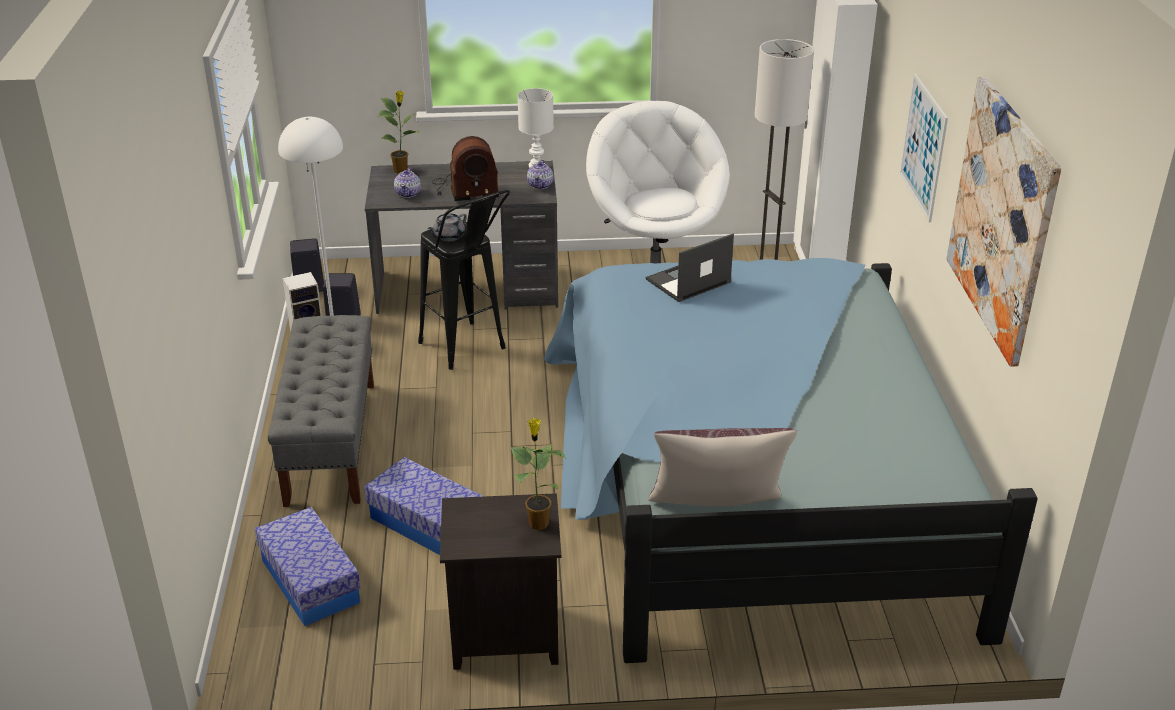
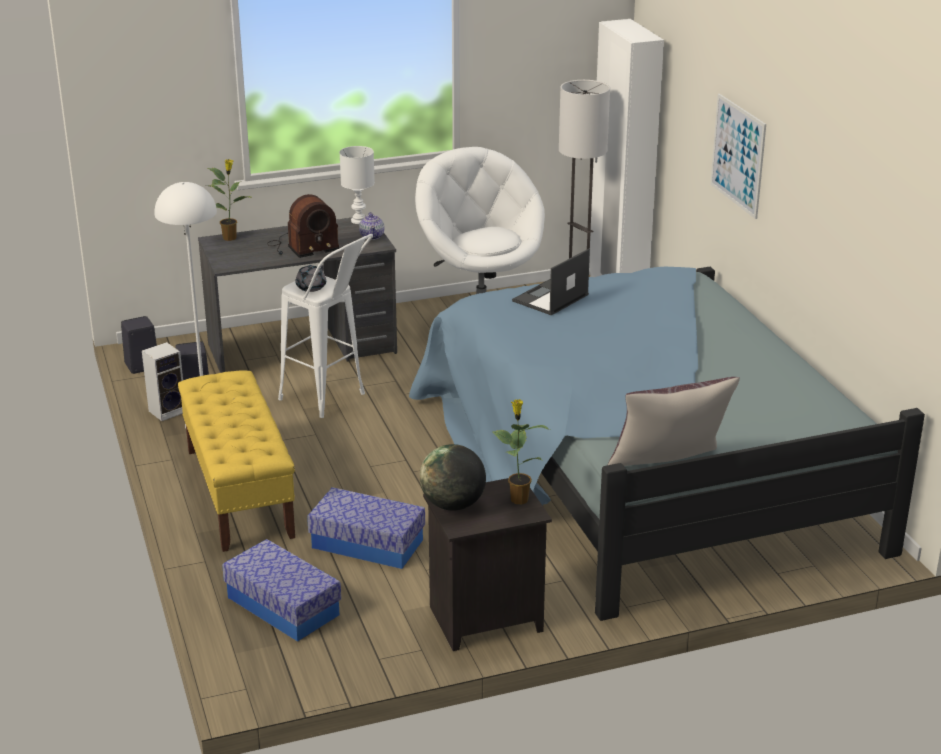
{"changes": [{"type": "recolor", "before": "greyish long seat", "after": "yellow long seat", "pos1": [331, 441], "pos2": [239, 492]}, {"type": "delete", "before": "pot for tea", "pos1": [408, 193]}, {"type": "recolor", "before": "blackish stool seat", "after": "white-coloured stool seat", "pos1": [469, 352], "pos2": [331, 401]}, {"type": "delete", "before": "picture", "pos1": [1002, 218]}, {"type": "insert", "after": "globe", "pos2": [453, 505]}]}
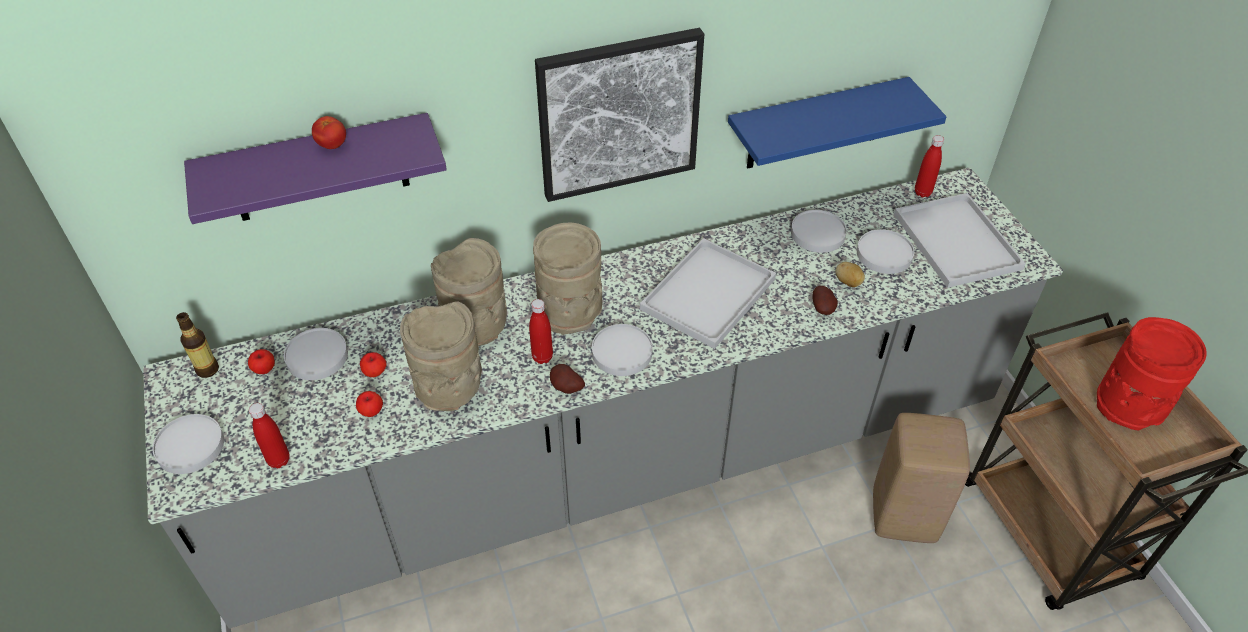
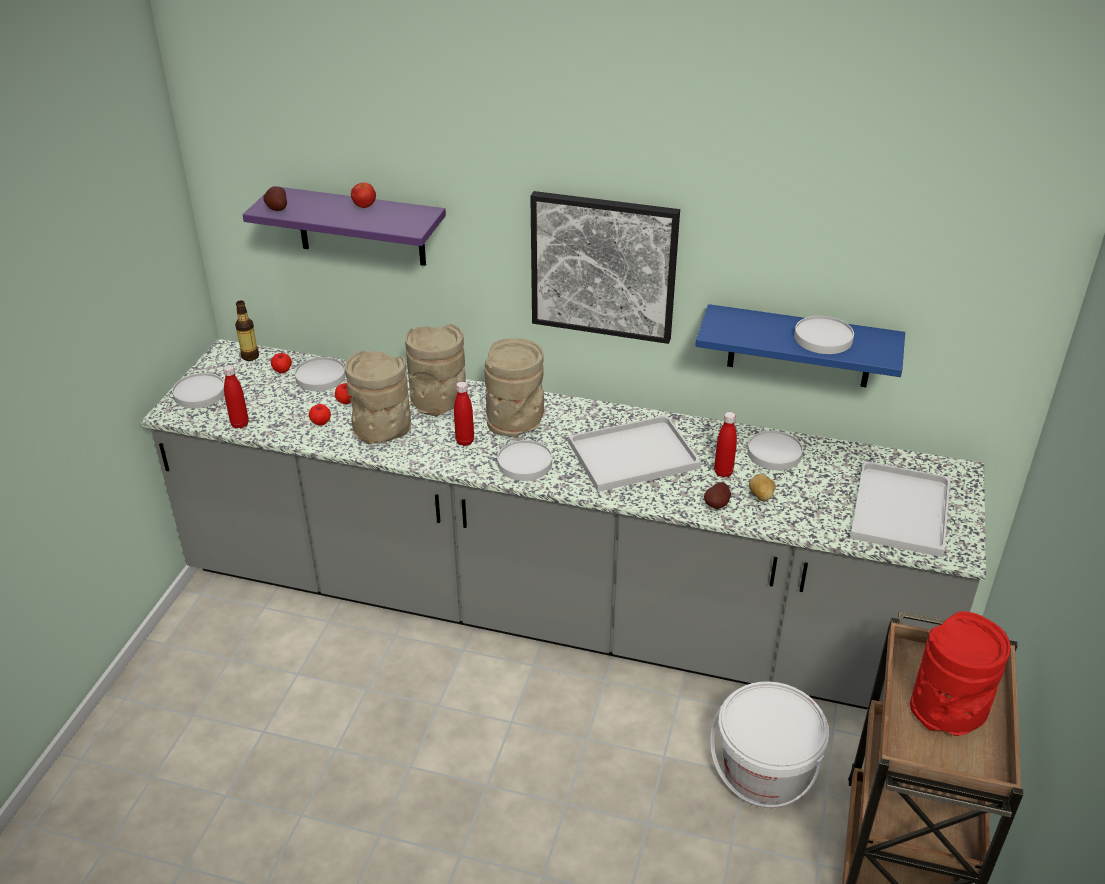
{"changes": [{"type": "move", "before": "potato", "pos1": [565, 388], "pos2": [276, 209]}, {"type": "move", "before": "white-coloured dinner plate", "pos1": [884, 254], "pos2": [823, 338]}, {"type": "replace", "before": "sand-coloured stool seat", "after": "white-coloured pail", "pos1": [905, 515], "pos2": [764, 775]}, {"type": "move", "before": "reddish beverage bottle", "pos1": [922, 192], "pos2": [723, 472]}]}
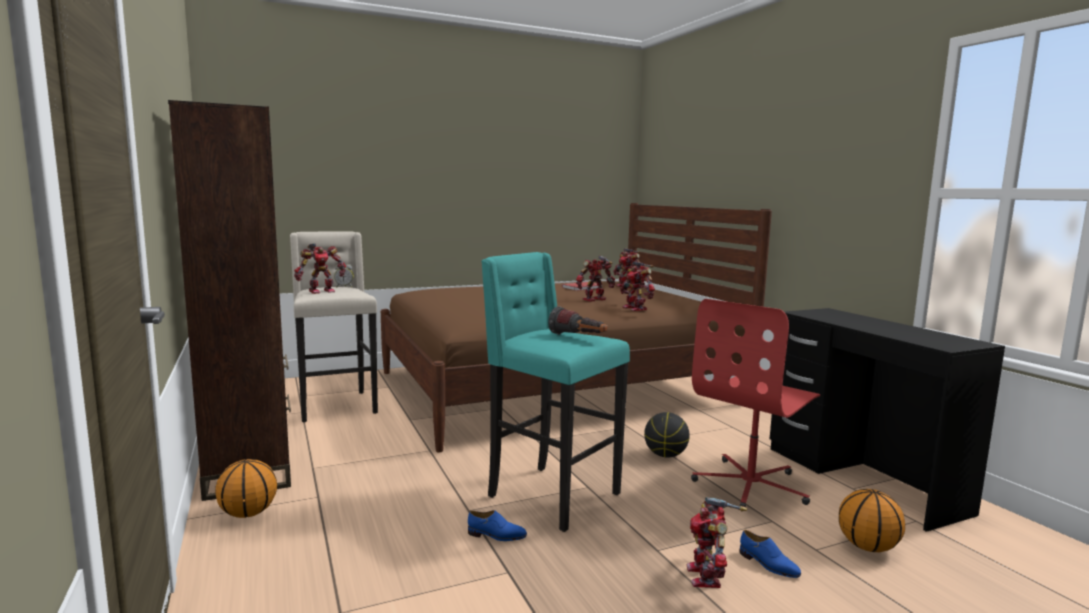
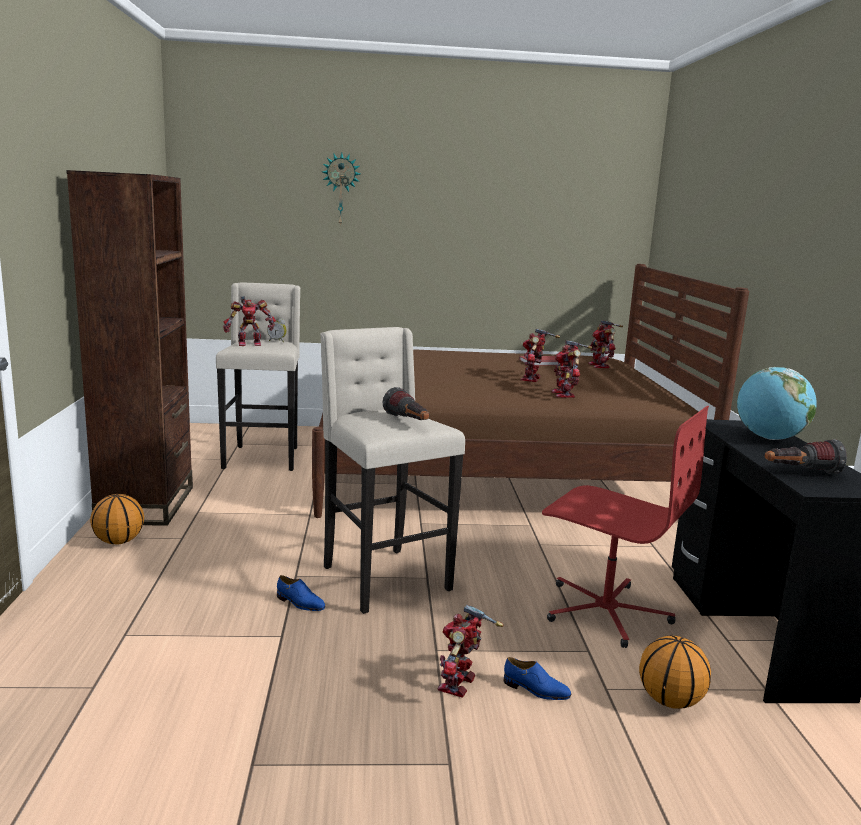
{"changes": [{"type": "recolor", "before": "blue-green stool seat", "after": "sand-coloured stool seat", "pos1": [550, 495], "pos2": [382, 578]}, {"type": "rotate", "before": "robot figure", "pos1": [595, 300], "pos2": [532, 379], "turn": -60}, {"type": "delete", "before": "basketball ball", "pos1": [665, 455]}, {"type": "rotate", "before": "reddish computer chair", "pos1": [751, 485], "pos2": [605, 611], "turn": -120}, {"type": "rotate", "before": "blue-coloured shoe", "pos1": [768, 565], "pos2": [536, 690], "turn": -45}, {"type": "insert", "after": "clock on the wall", "pos2": [341, 189]}, {"type": "insert", "after": "globe", "pos2": [769, 438]}, {"type": "insert", "after": "torch", "pos2": [799, 473]}]}
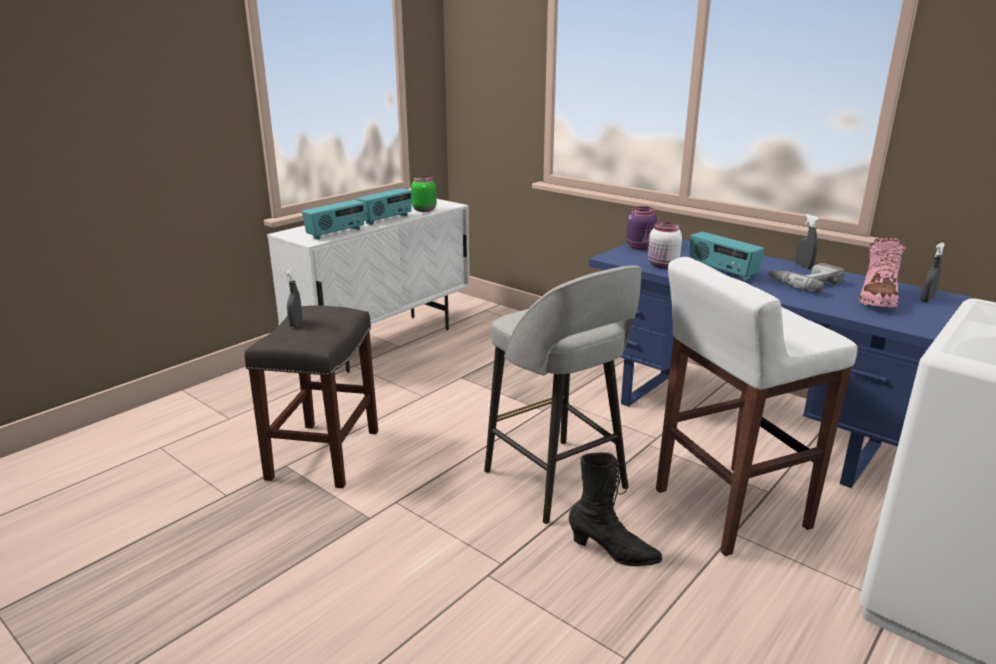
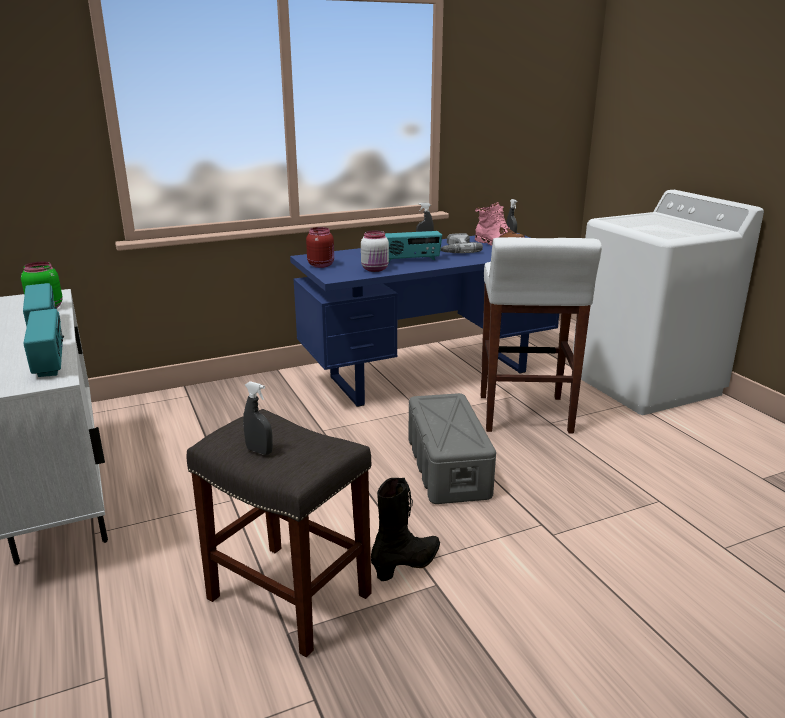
{"changes": [{"type": "replace", "before": "greyish stool seat", "after": "greyish storage container", "pos1": [557, 482], "pos2": [448, 468]}, {"type": "move", "before": "blackish tall boot", "pos1": [613, 552], "pos2": [408, 565]}, {"type": "recolor", "before": "purplish preserve jar", "after": "reddish preserve jar", "pos1": [641, 247], "pos2": [321, 265]}]}
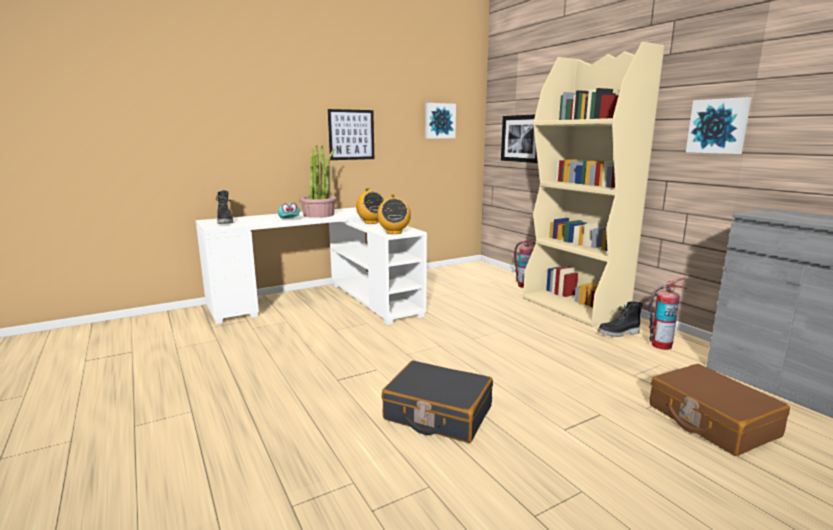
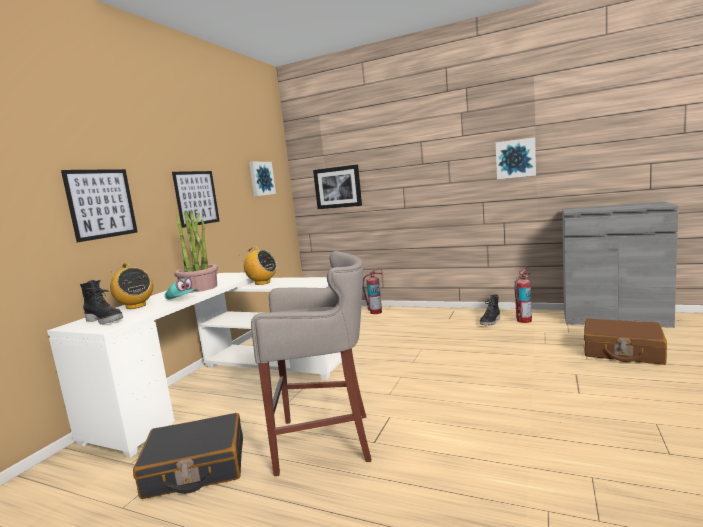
{"changes": [{"type": "move", "before": "radio set", "pos1": [394, 232], "pos2": [135, 306]}, {"type": "move", "before": "blackish suitcase", "pos1": [438, 413], "pos2": [196, 468]}, {"type": "delete", "before": "sand-coloured bookshelf", "pos1": [575, 307]}, {"type": "insert", "after": "picture", "pos2": [101, 204]}, {"type": "insert", "after": "greyish stool seat", "pos2": [327, 441]}]}
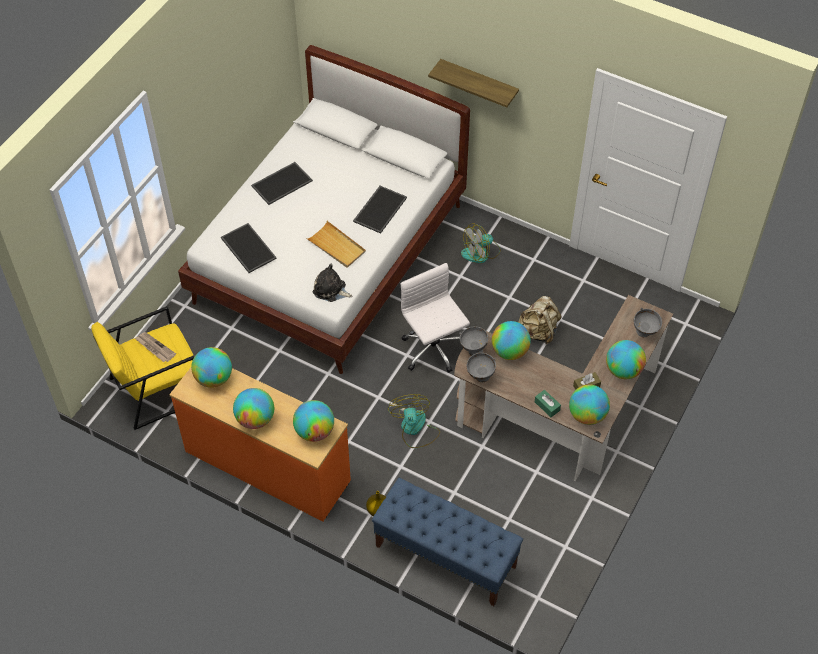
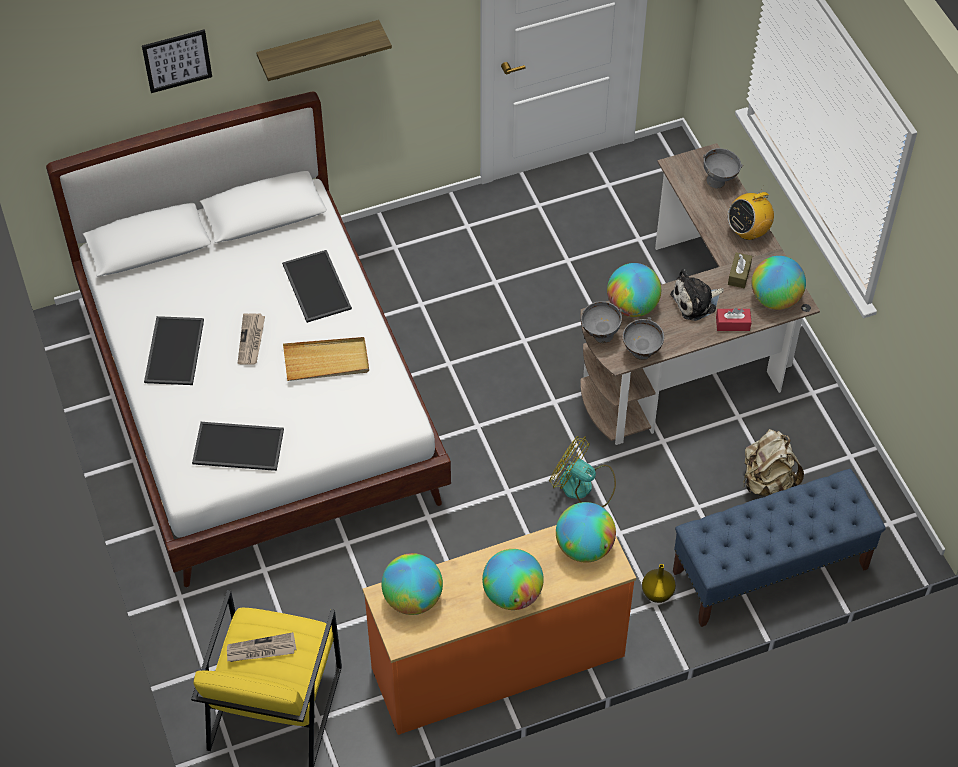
{"changes": [{"type": "move", "before": "plush toy", "pos1": [331, 290], "pos2": [696, 302]}, {"type": "delete", "before": "white-coloured computer chair", "pos1": [434, 350]}, {"type": "delete", "before": "fan", "pos1": [481, 252]}, {"type": "move", "before": "sand-coloured backpack", "pos1": [538, 331], "pos2": [767, 482]}, {"type": "recolor", "before": "green tissue box", "after": "reddish tissue box", "pos1": [547, 406], "pos2": [732, 324]}, {"type": "replace", "before": "globe", "after": "radio set", "pos1": [623, 370], "pos2": [748, 231]}, {"type": "insert", "after": "picture", "pos2": [177, 60]}, {"type": "insert", "after": "newspaper", "pos2": [251, 340]}]}
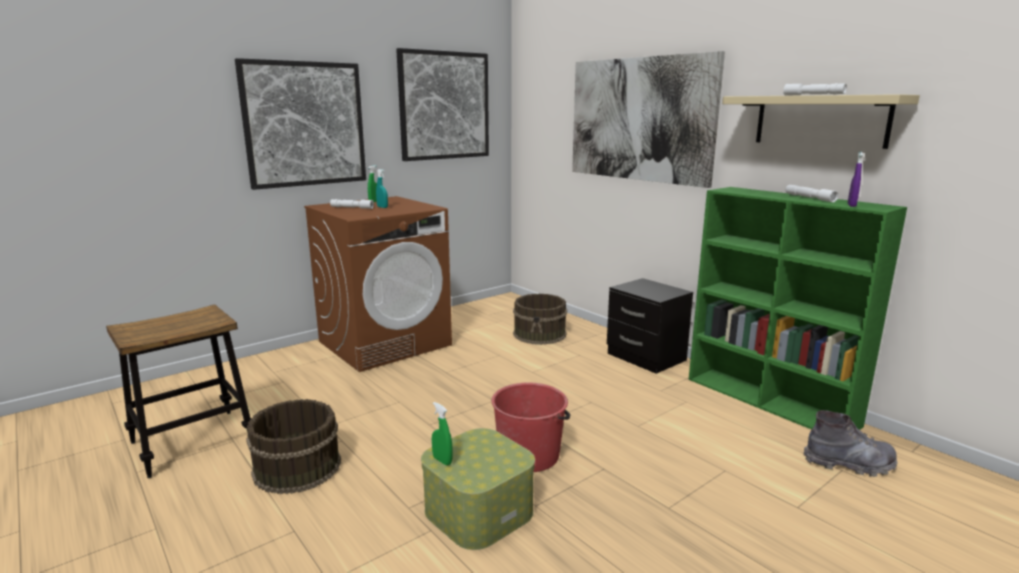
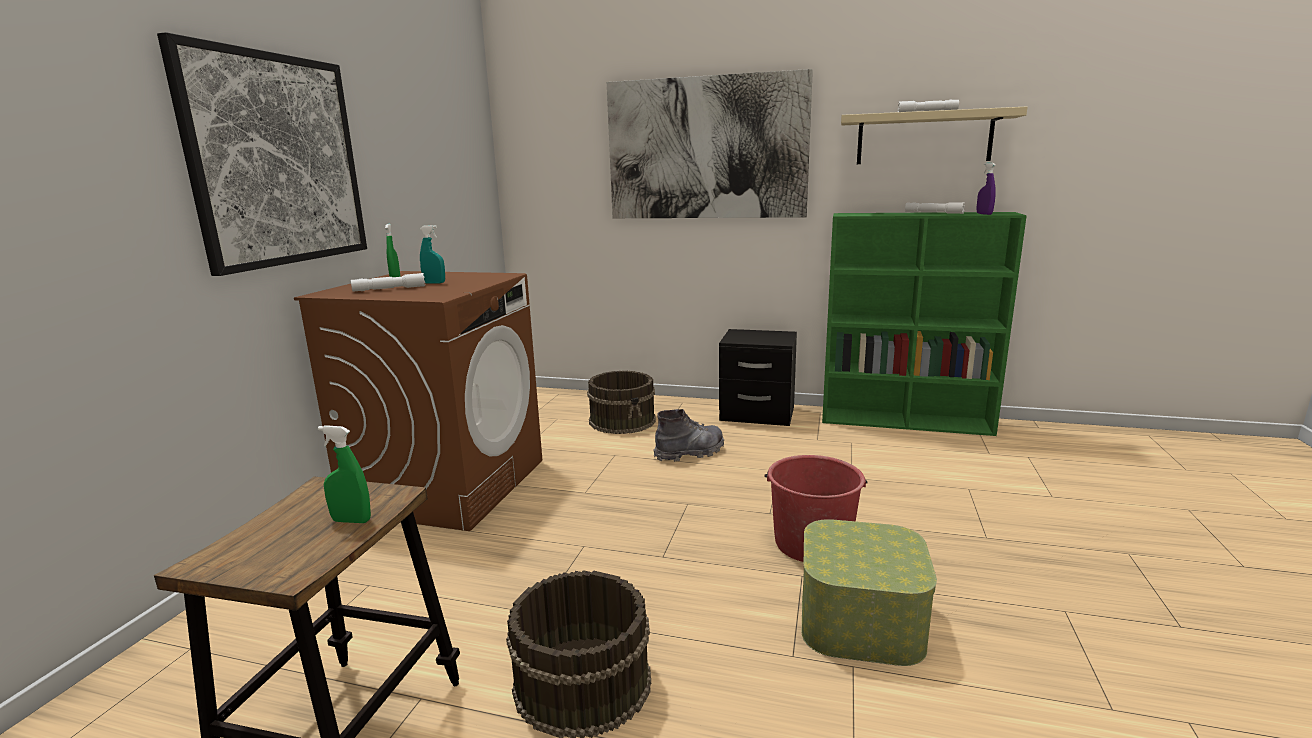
{"changes": [{"type": "delete", "before": "picture", "pos1": [444, 106]}, {"type": "move", "before": "green hand sprayer", "pos1": [442, 460], "pos2": [351, 520]}, {"type": "move", "before": "greyish tall boot", "pos1": [849, 464], "pos2": [690, 453]}]}
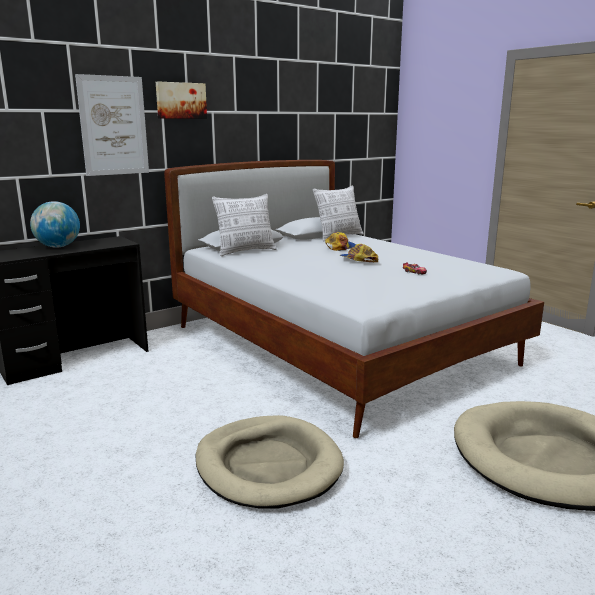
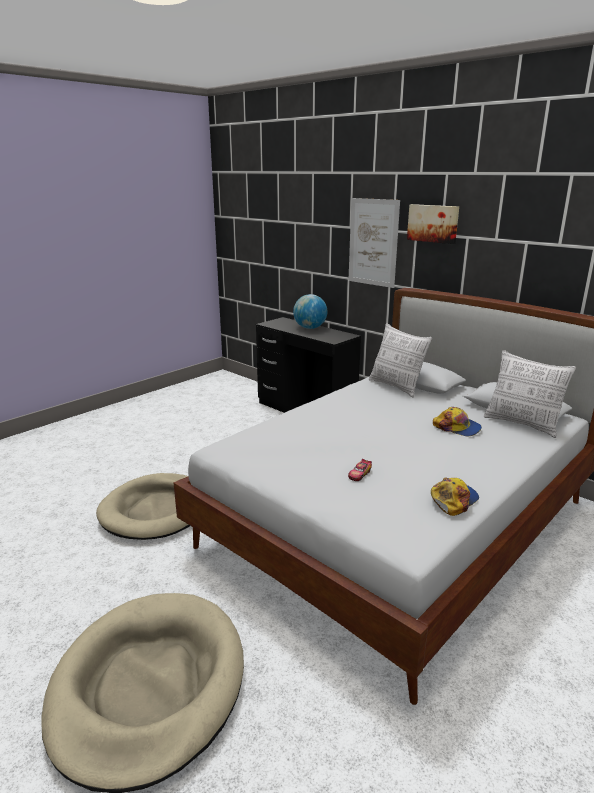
{"changes": [{"type": "move", "before": "baseball cap", "pos1": [358, 260], "pos2": [453, 499]}]}
